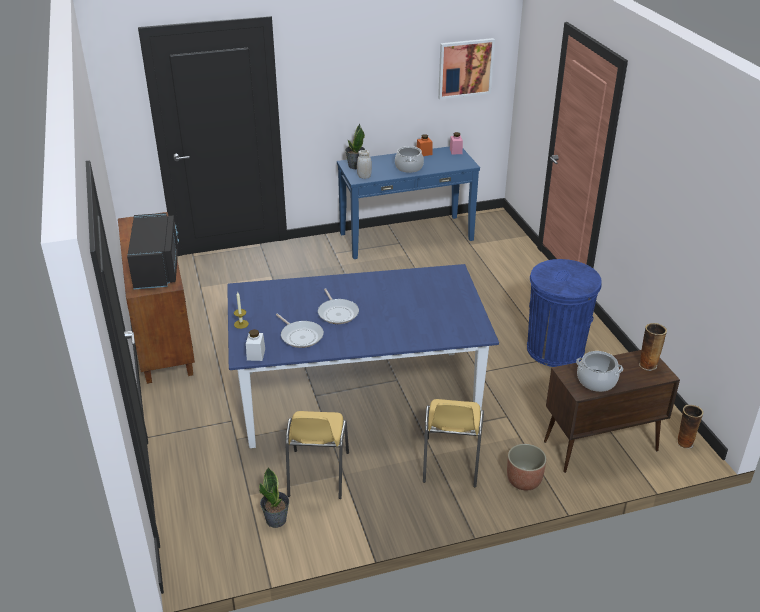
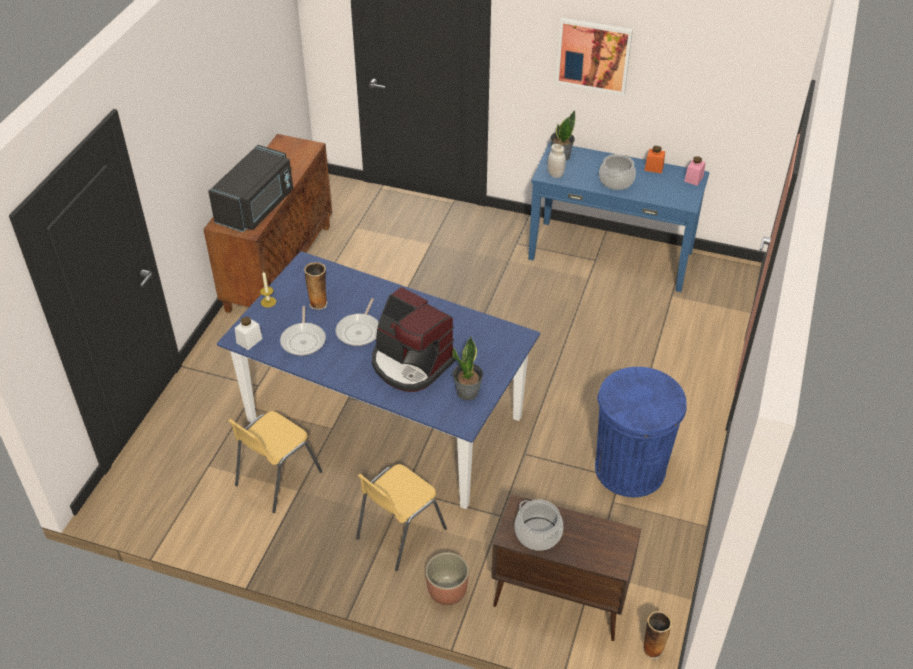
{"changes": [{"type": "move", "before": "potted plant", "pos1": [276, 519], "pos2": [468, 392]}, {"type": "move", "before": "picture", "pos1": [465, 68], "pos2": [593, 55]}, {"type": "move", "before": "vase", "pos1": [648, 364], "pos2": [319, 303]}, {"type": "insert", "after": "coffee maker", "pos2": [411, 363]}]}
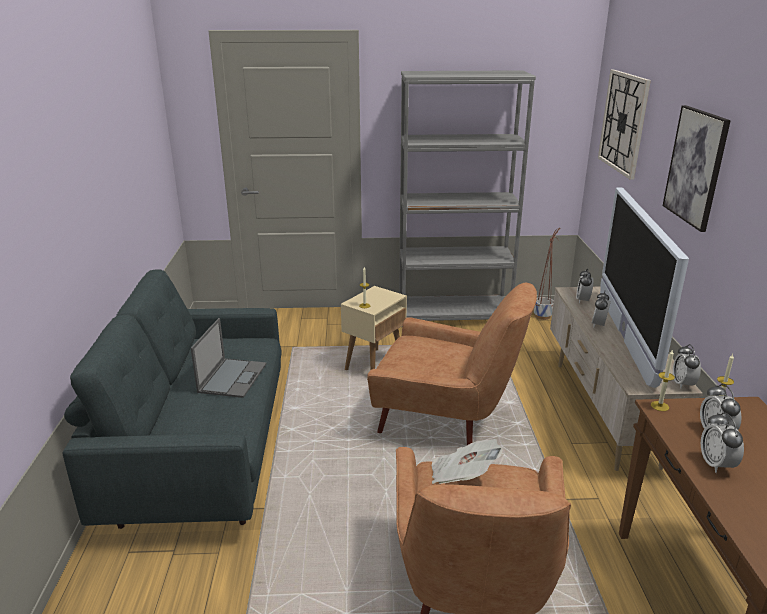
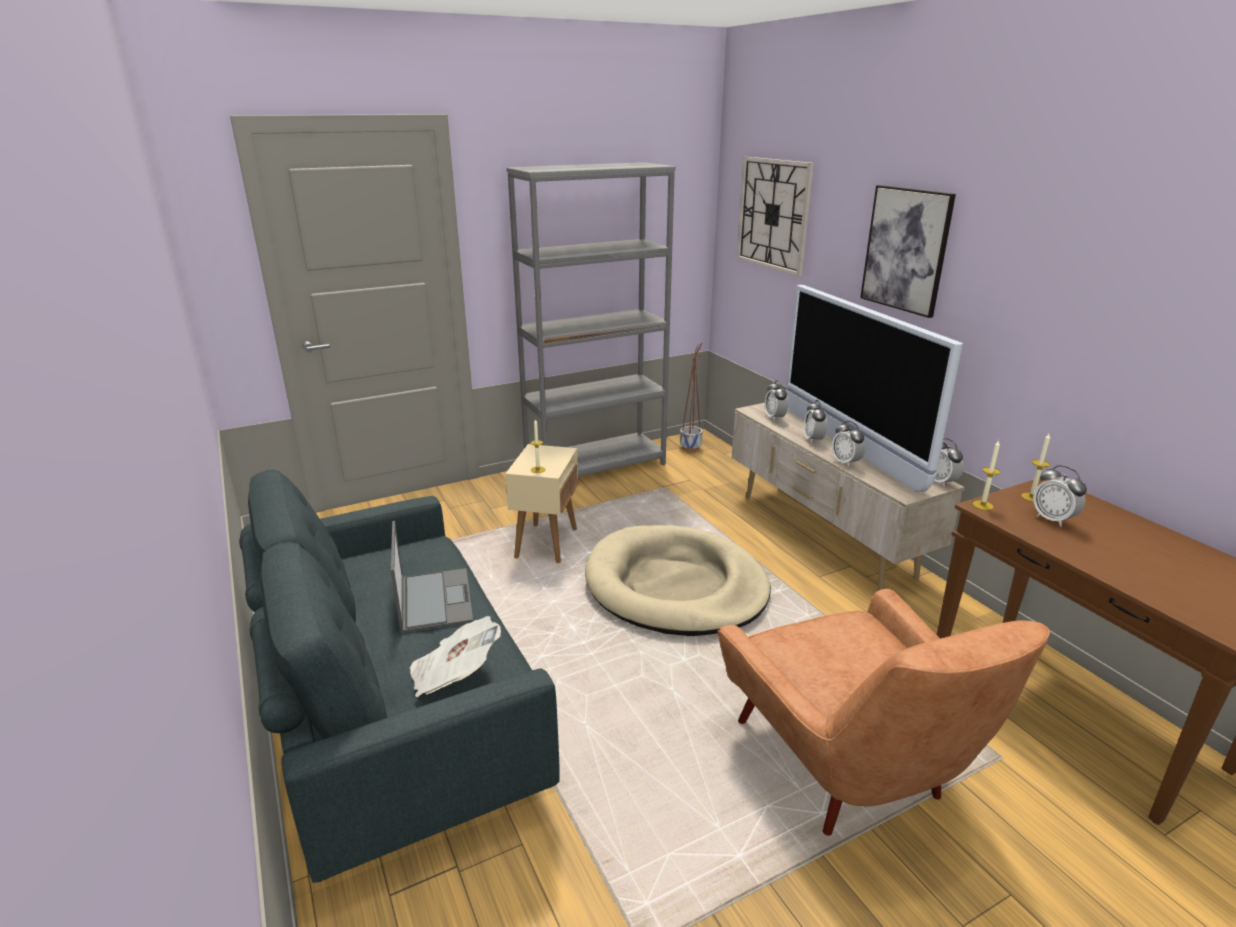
{"changes": [{"type": "replace", "before": "brown easy chair", "after": "sand-coloured dog cushion", "pos1": [446, 419], "pos2": [675, 586]}, {"type": "move", "before": "newspaper", "pos1": [462, 476], "pos2": [454, 675]}, {"type": "move", "before": "alarm clock", "pos1": [716, 464], "pos2": [846, 462]}]}
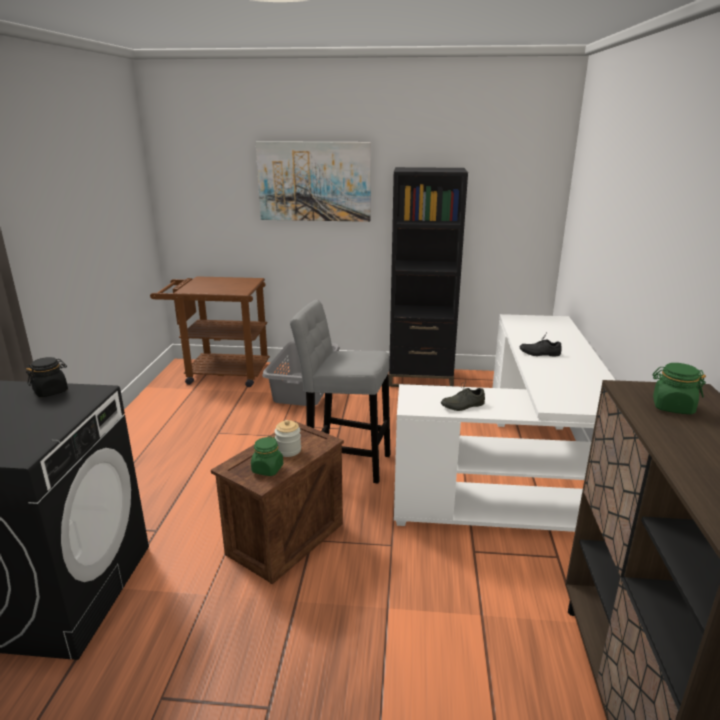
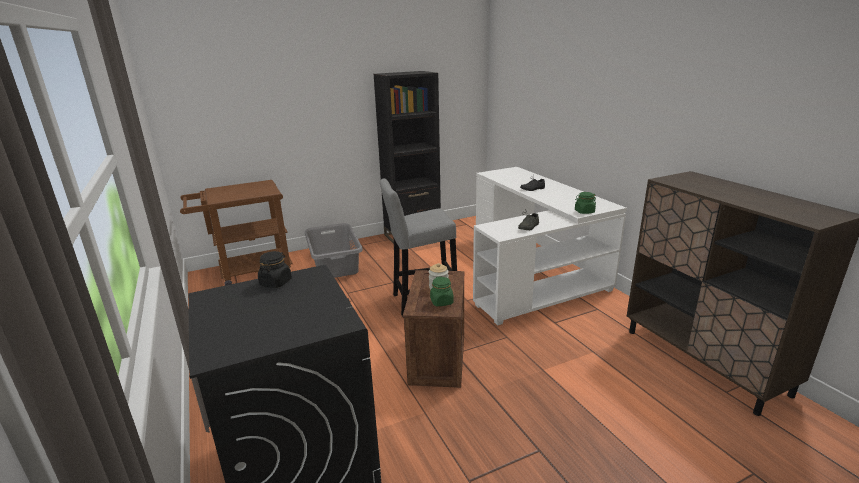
{"changes": [{"type": "delete", "before": "picture", "pos1": [314, 181]}, {"type": "move", "before": "green preserve jar", "pos1": [672, 407], "pos2": [584, 212]}]}
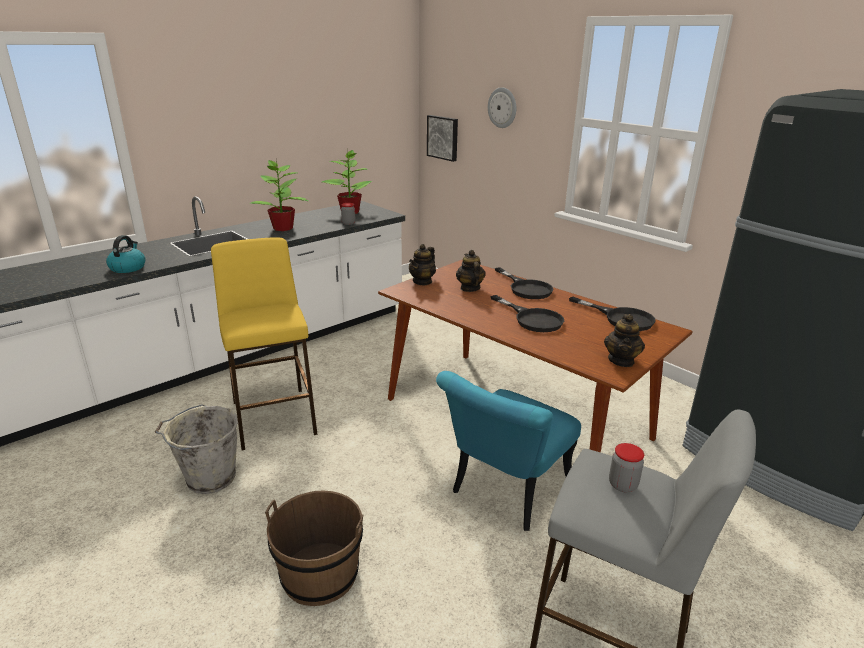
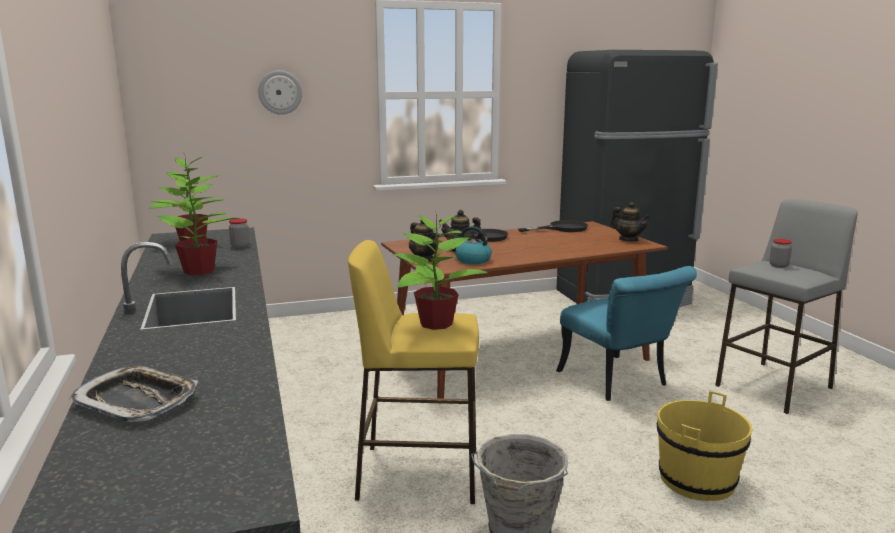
{"changes": [{"type": "move", "before": "kettle", "pos1": [128, 268], "pos2": [472, 260]}, {"type": "recolor", "before": "brown pail", "after": "yellow pail", "pos1": [320, 574], "pos2": [696, 479]}, {"type": "delete", "before": "picture", "pos1": [443, 137]}, {"type": "delete", "before": "blackish pan", "pos1": [532, 319]}, {"type": "insert", "after": "tray", "pos2": [137, 401]}, {"type": "insert", "after": "potted plant", "pos2": [435, 323]}]}
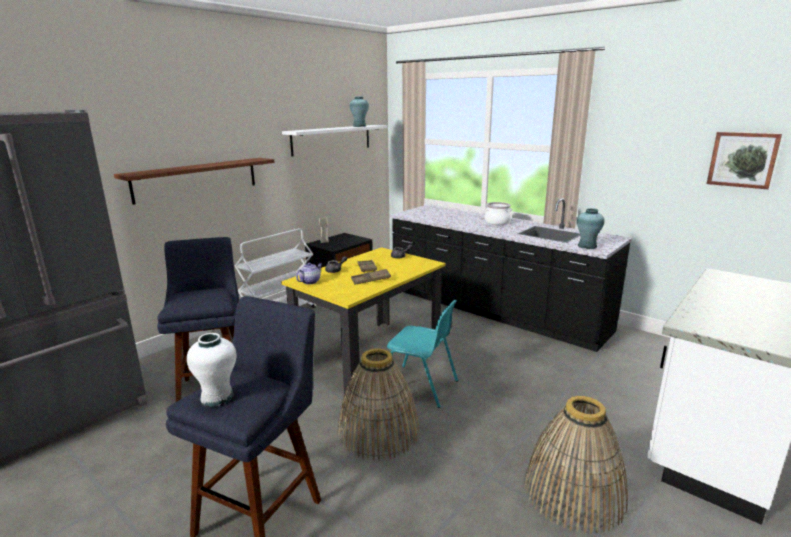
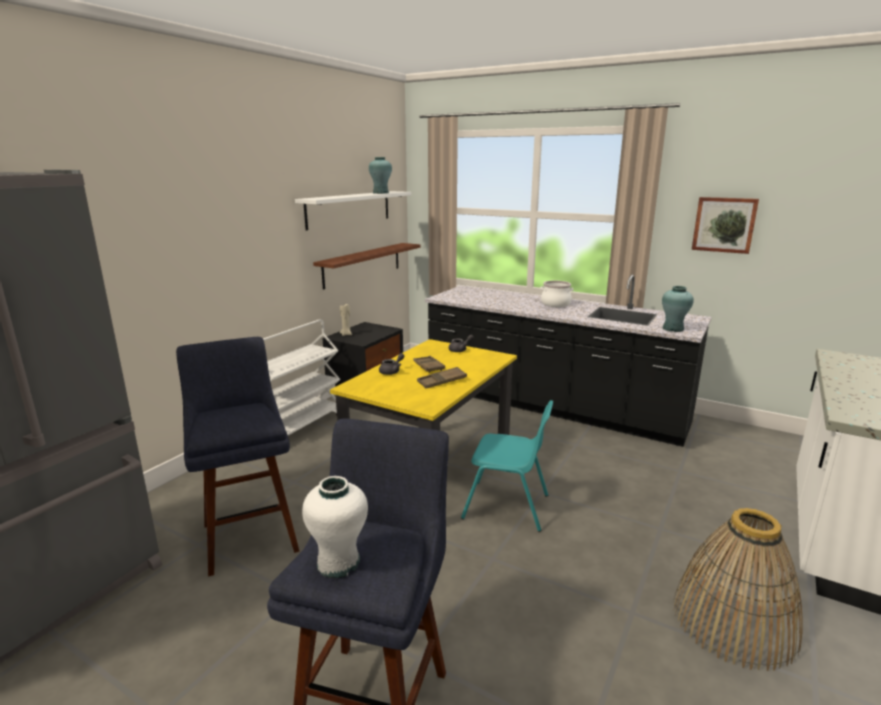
{"changes": [{"type": "move", "before": "brown shelf", "pos1": [197, 179], "pos2": [362, 264]}, {"type": "delete", "before": "pot for tea", "pos1": [310, 281]}, {"type": "delete", "before": "household basket", "pos1": [378, 432]}, {"type": "move", "before": "picture", "pos1": [742, 159], "pos2": [724, 224]}]}
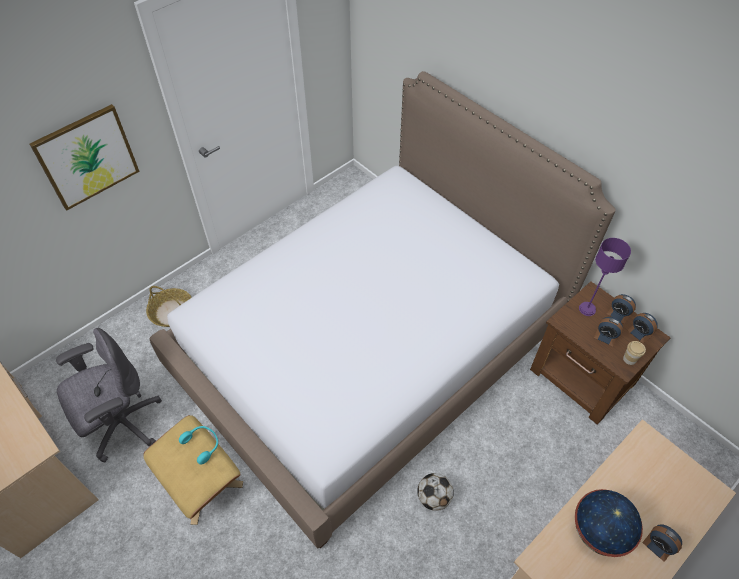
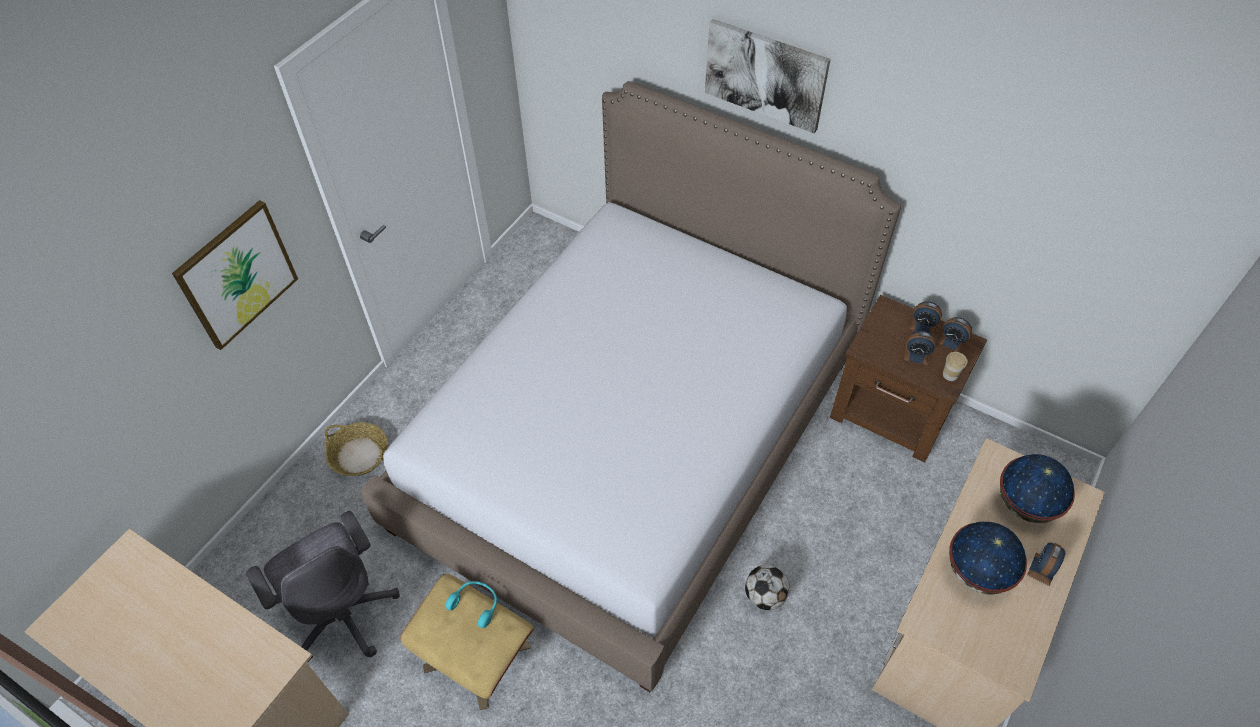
{"changes": [{"type": "rotate", "before": "greyish computer chair", "pos1": [122, 424], "pos2": [345, 612], "turn": 105}, {"type": "delete", "before": "purplish tabletop lamp", "pos1": [587, 309]}, {"type": "rotate", "before": "alarm clock", "pos1": [658, 545], "pos2": [1042, 569], "turn": 90}, {"type": "insert", "after": "picture", "pos2": [765, 74]}, {"type": "insert", "after": "globe", "pos2": [1025, 504]}]}
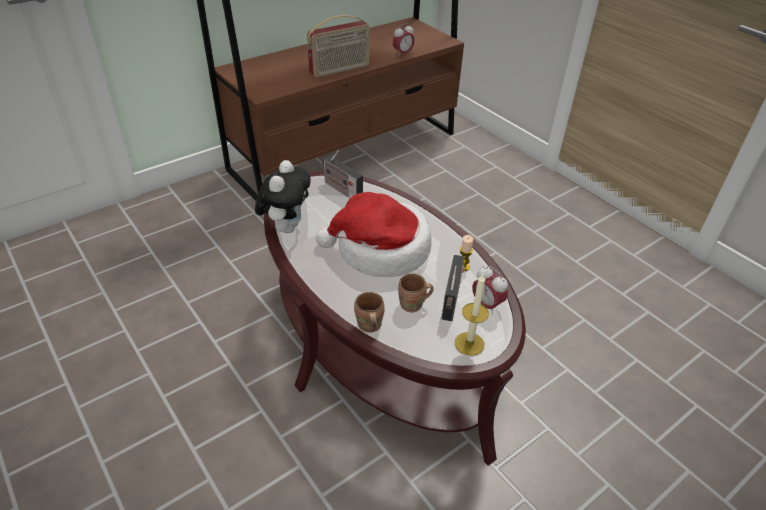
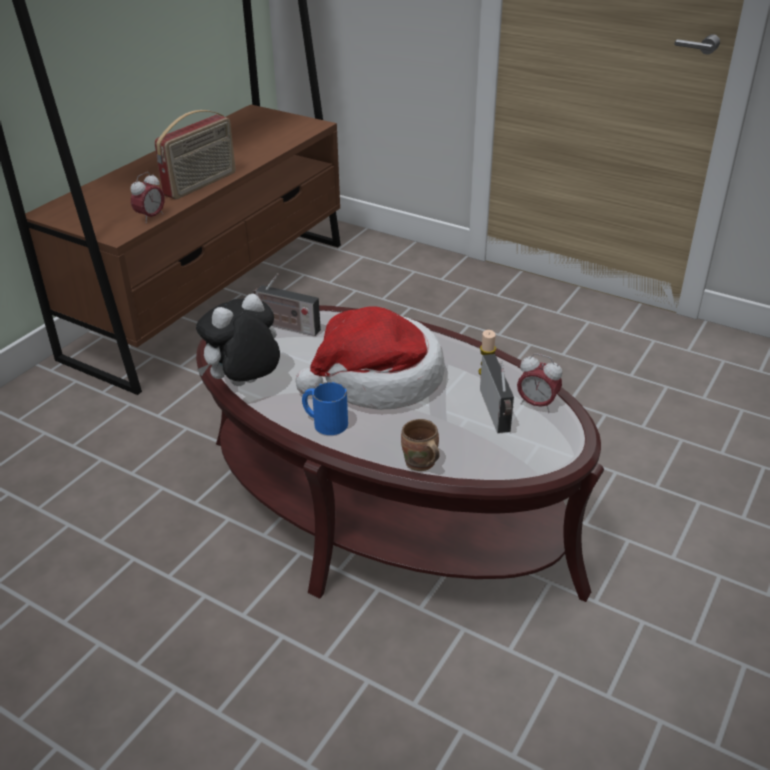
{"changes": [{"type": "rotate", "before": "plush toy", "pos1": [286, 227], "pos2": [245, 385], "turn": -120}, {"type": "move", "before": "alarm clock", "pos1": [402, 54], "pos2": [151, 217]}, {"type": "delete", "before": "brown mug", "pos1": [413, 306]}, {"type": "delete", "before": "candle", "pos1": [469, 343]}, {"type": "insert", "after": "blue-coloured mug", "pos2": [324, 422]}]}
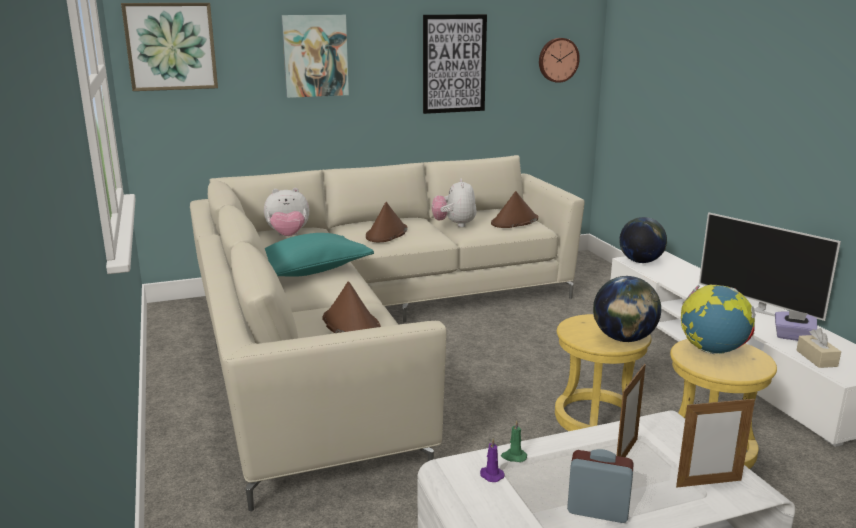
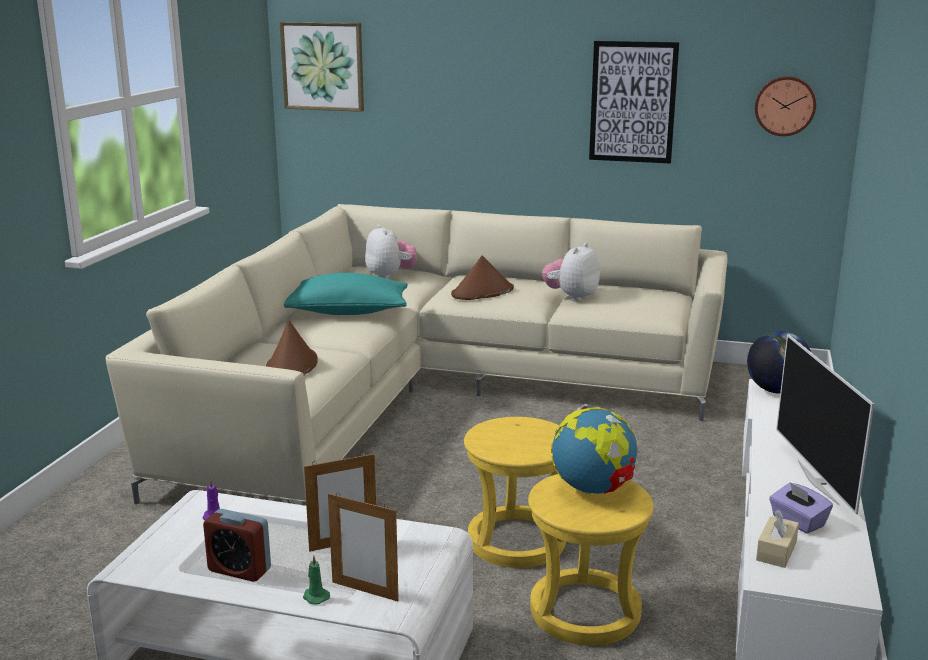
{"changes": [{"type": "rotate", "before": "plush toy", "pos1": [288, 236], "pos2": [390, 276], "turn": -135}, {"type": "delete", "before": "picture", "pos1": [315, 56]}, {"type": "delete", "before": "brown hat", "pos1": [514, 221]}, {"type": "move", "before": "green candle", "pos1": [513, 456], "pos2": [315, 597]}, {"type": "rotate", "before": "alarm clock", "pos1": [597, 510], "pos2": [239, 570], "turn": 150}, {"type": "delete", "before": "globe", "pos1": [623, 339]}]}
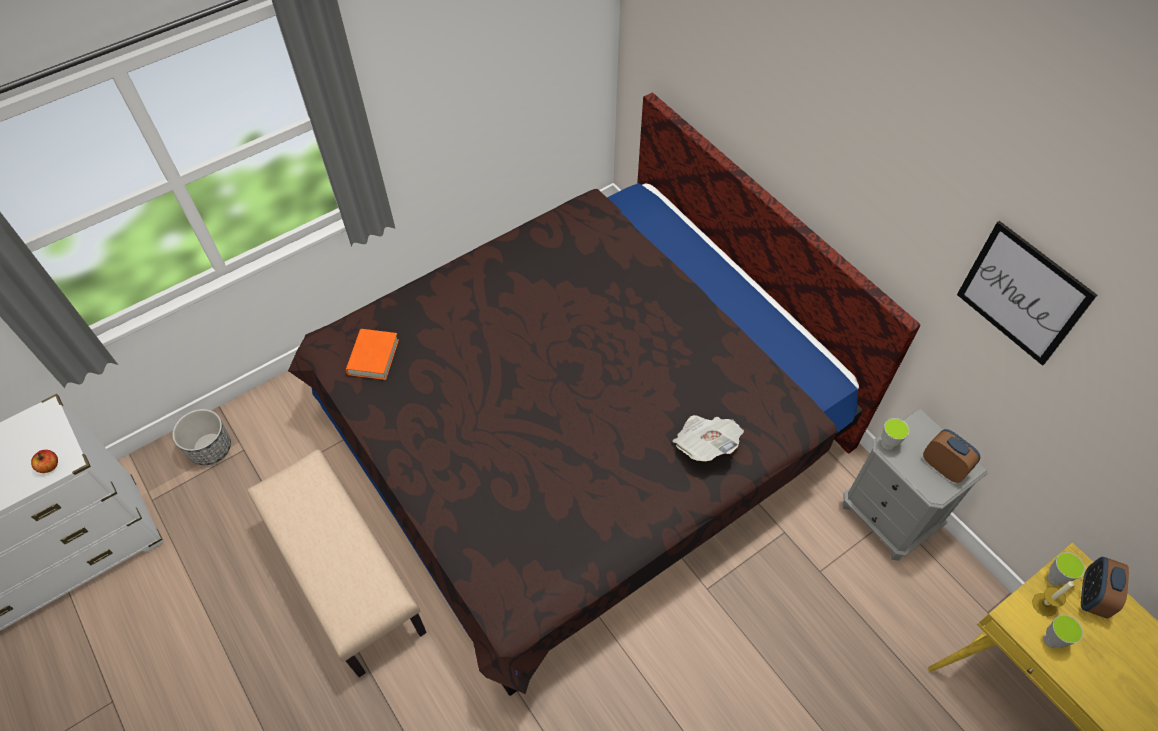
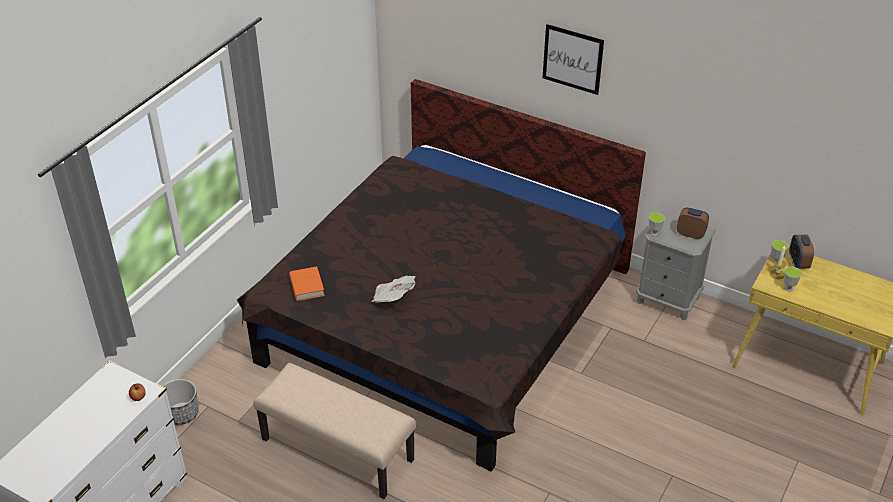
{"changes": [{"type": "move", "before": "newspaper", "pos1": [705, 444], "pos2": [393, 297]}, {"type": "move", "before": "picture", "pos1": [1022, 293], "pos2": [572, 59]}]}
